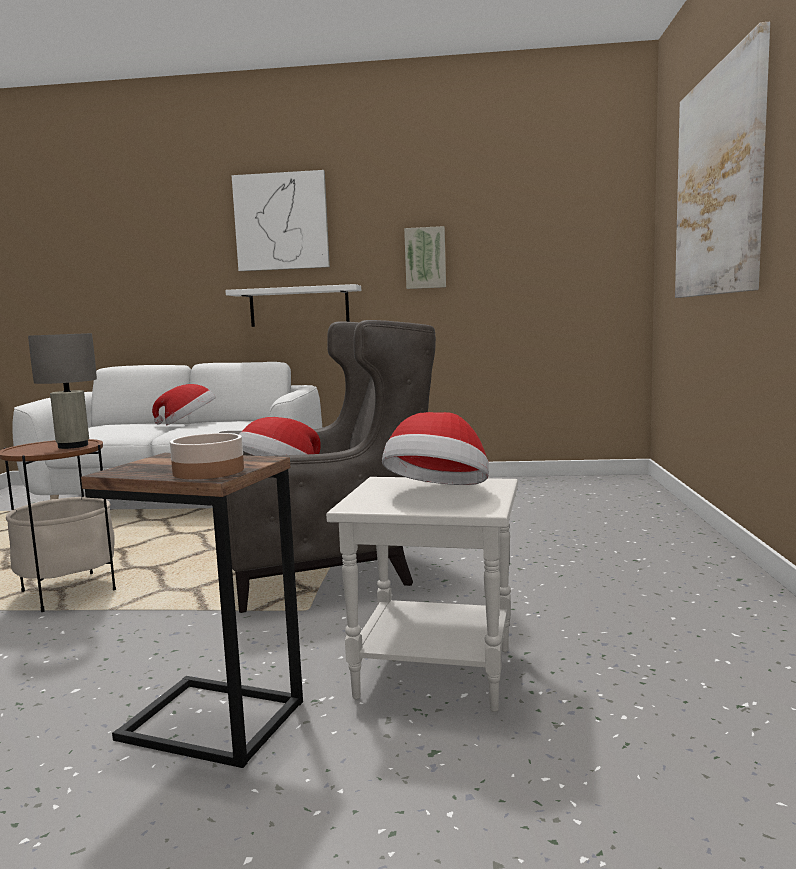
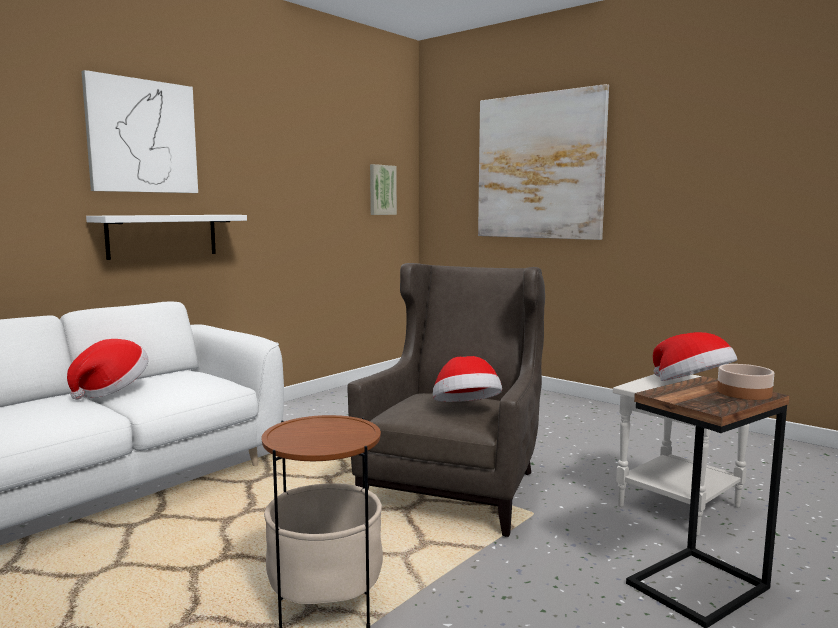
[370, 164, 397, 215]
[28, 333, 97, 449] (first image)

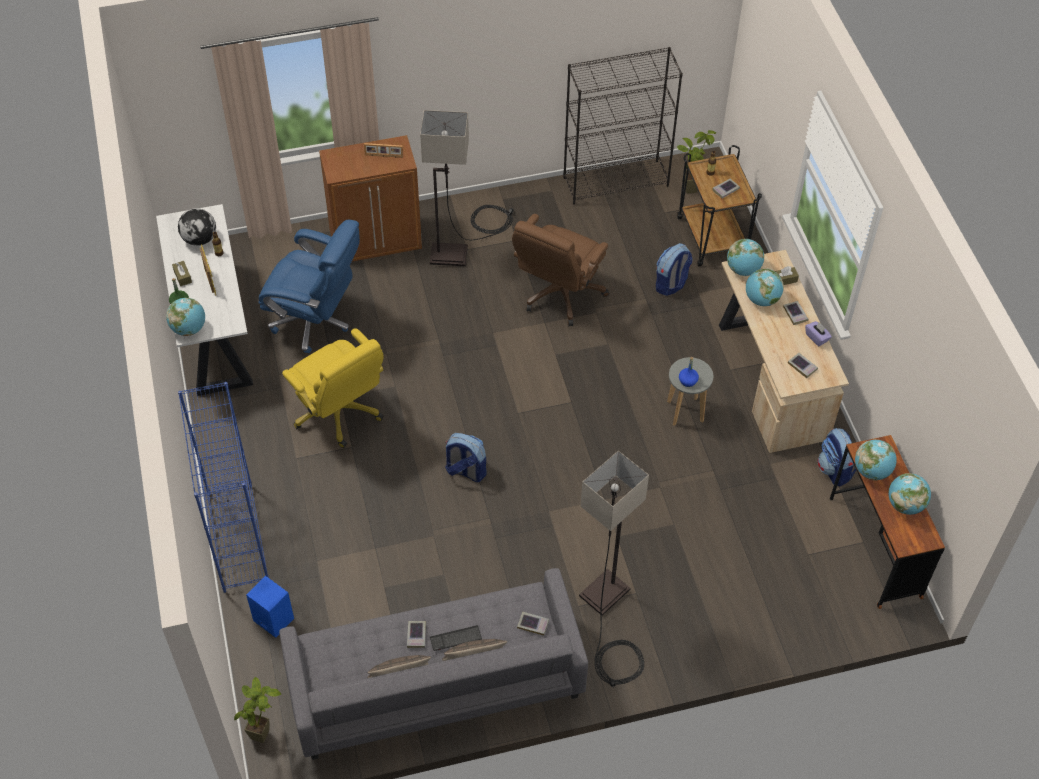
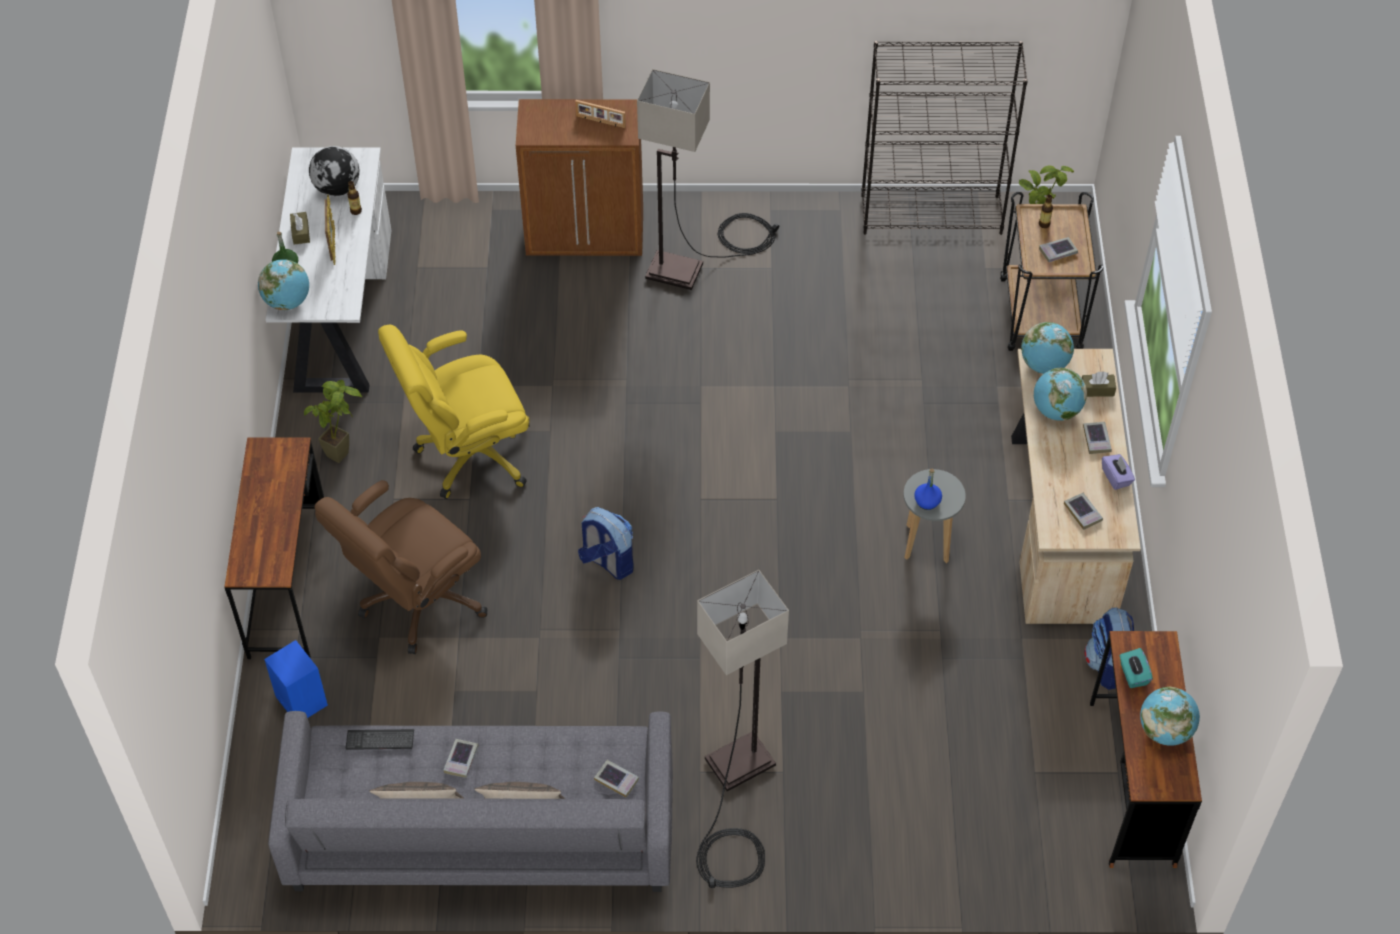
[315, 480, 487, 654]
[259, 220, 360, 353] (first image)
[656, 243, 693, 296] (first image)
[378, 325, 530, 499]
[224, 437, 324, 659]
[1119, 648, 1153, 688]
[346, 729, 414, 750]
[304, 379, 362, 463]

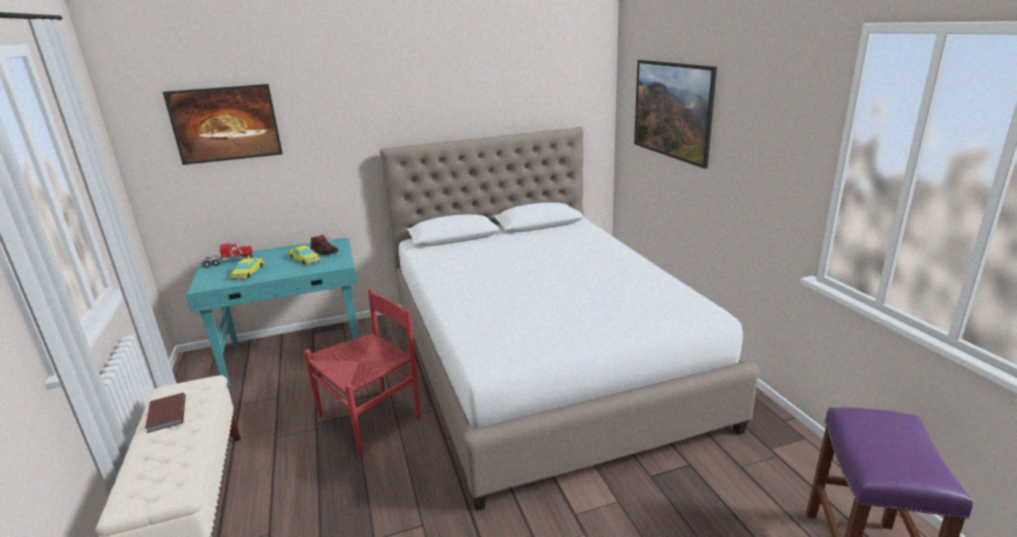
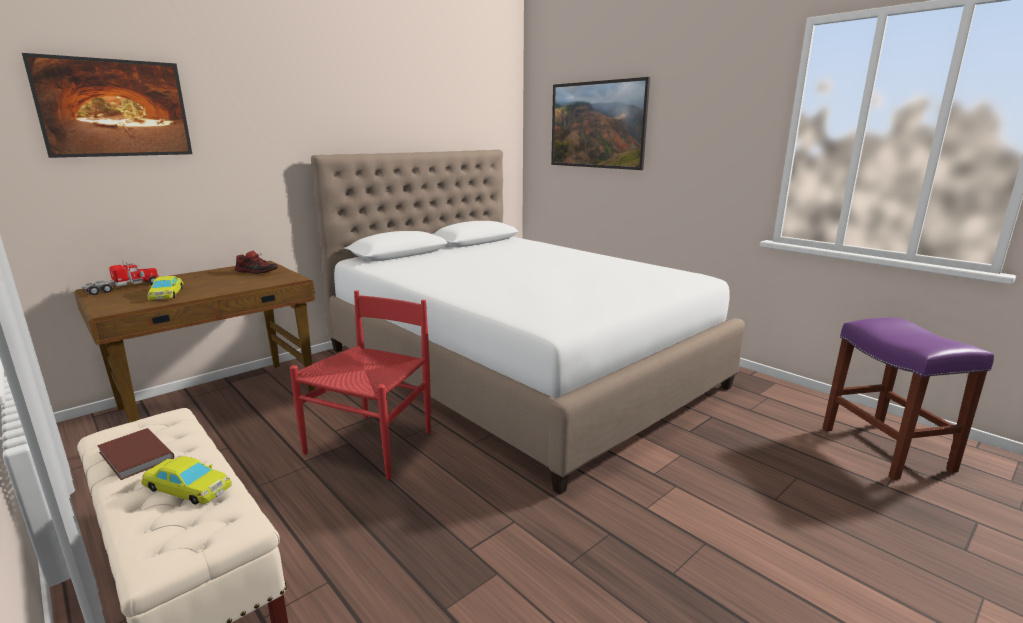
[74, 261, 315, 423]
[141, 456, 232, 505]

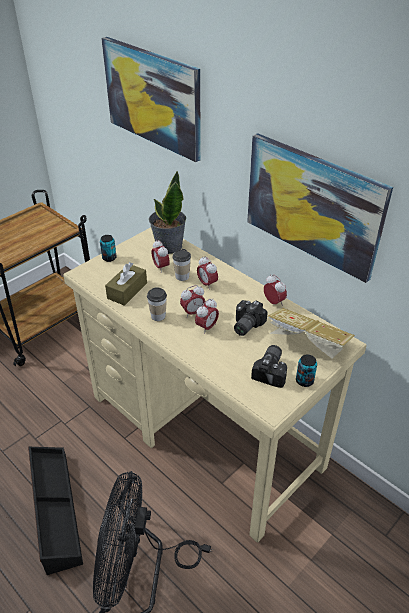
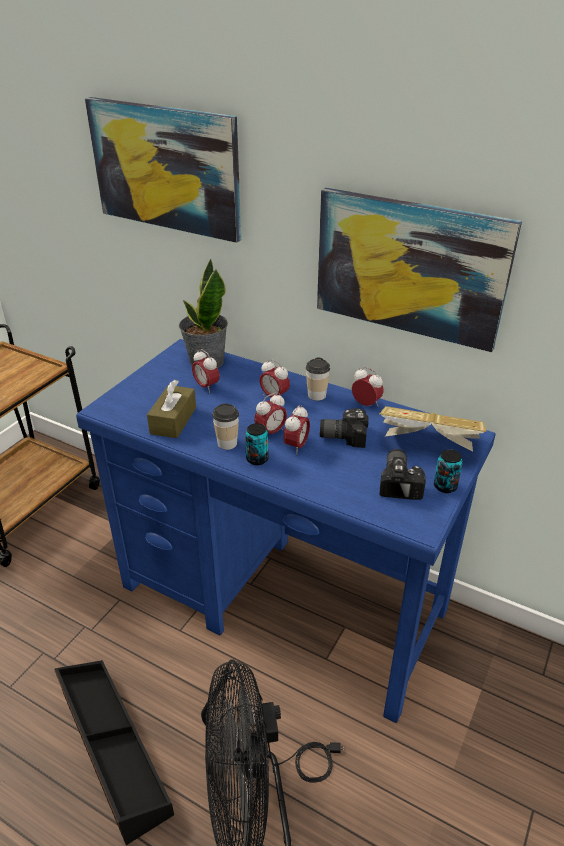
[76, 339, 496, 723]
[245, 423, 268, 465]
[306, 357, 330, 401]
[320, 408, 368, 448]

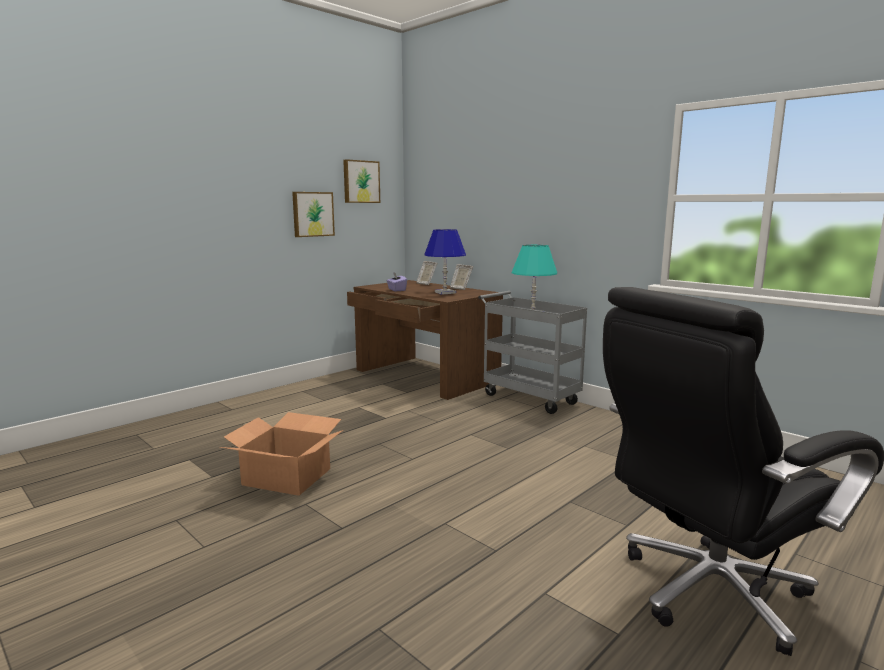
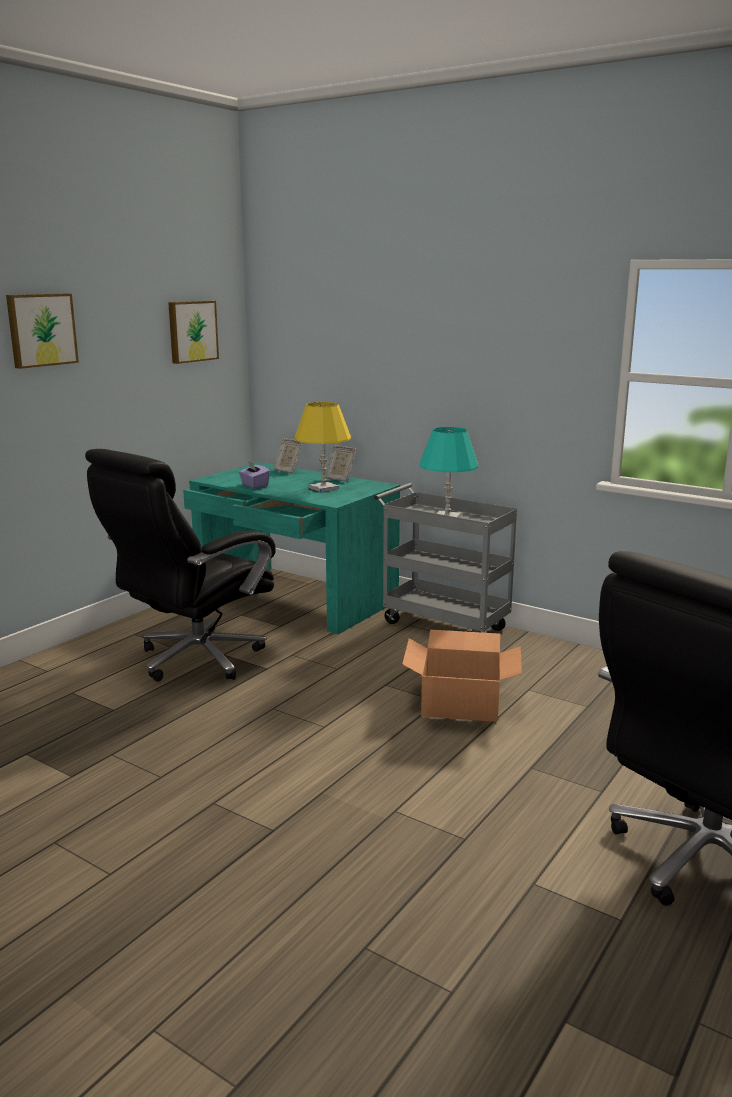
[6, 293, 79, 369]
[294, 402, 351, 492]
[183, 462, 400, 634]
[402, 629, 522, 722]
[85, 449, 276, 681]

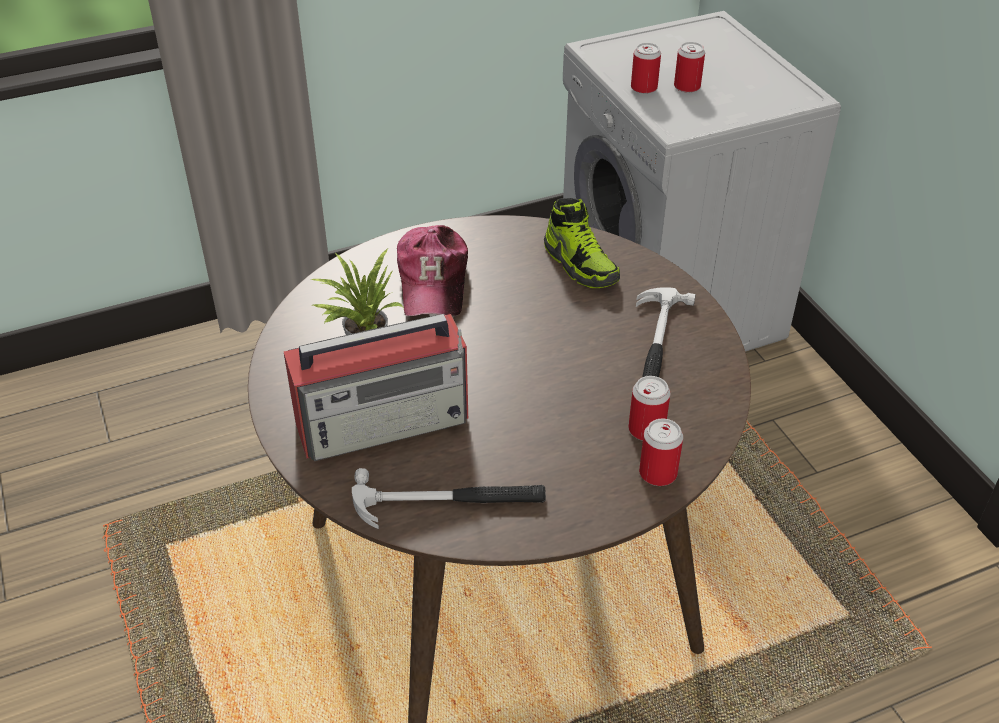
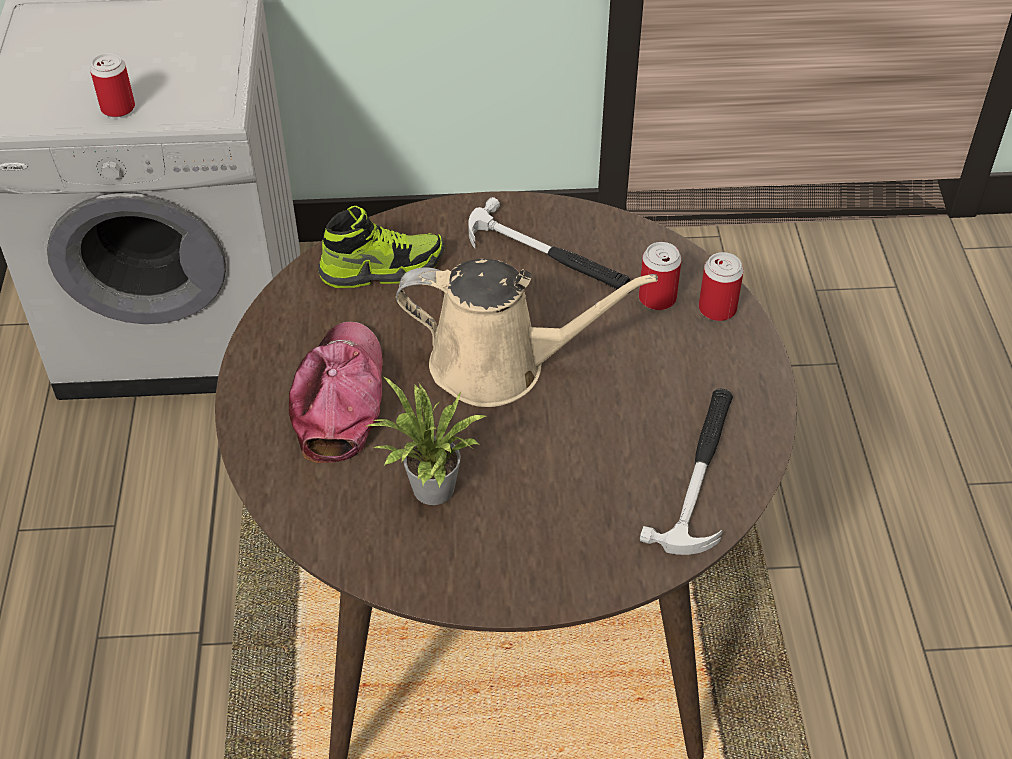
[674, 42, 705, 93] (first image)
[289, 322, 383, 463]
[284, 314, 468, 461] (first image)
[396, 259, 658, 407]

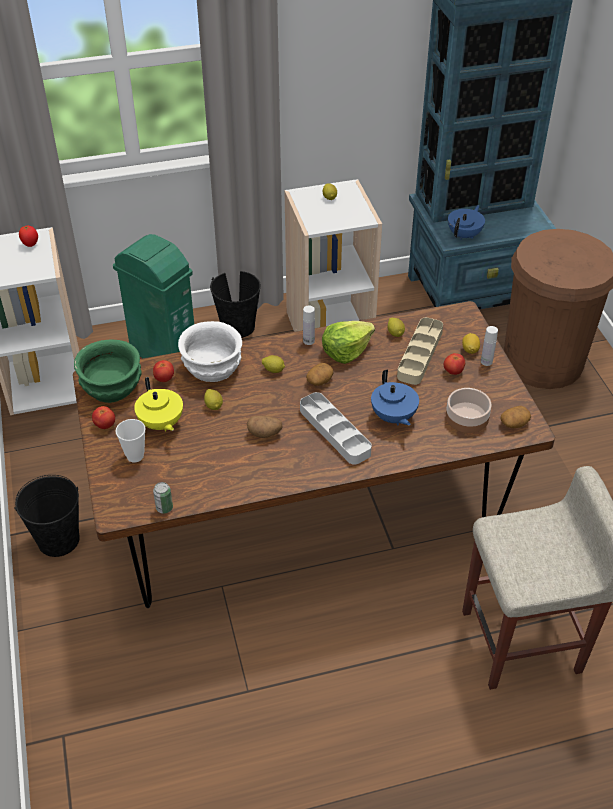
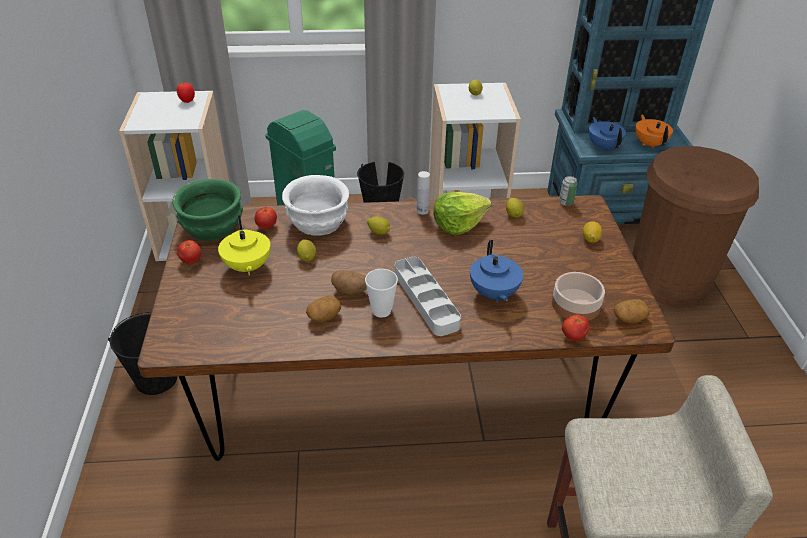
[589, 117, 626, 151]
[397, 317, 443, 385] (first image)
[481, 326, 498, 366] (first image)
[562, 314, 590, 341]
[306, 295, 341, 322]
[365, 269, 398, 318]
[559, 176, 577, 206]
[635, 115, 673, 149]

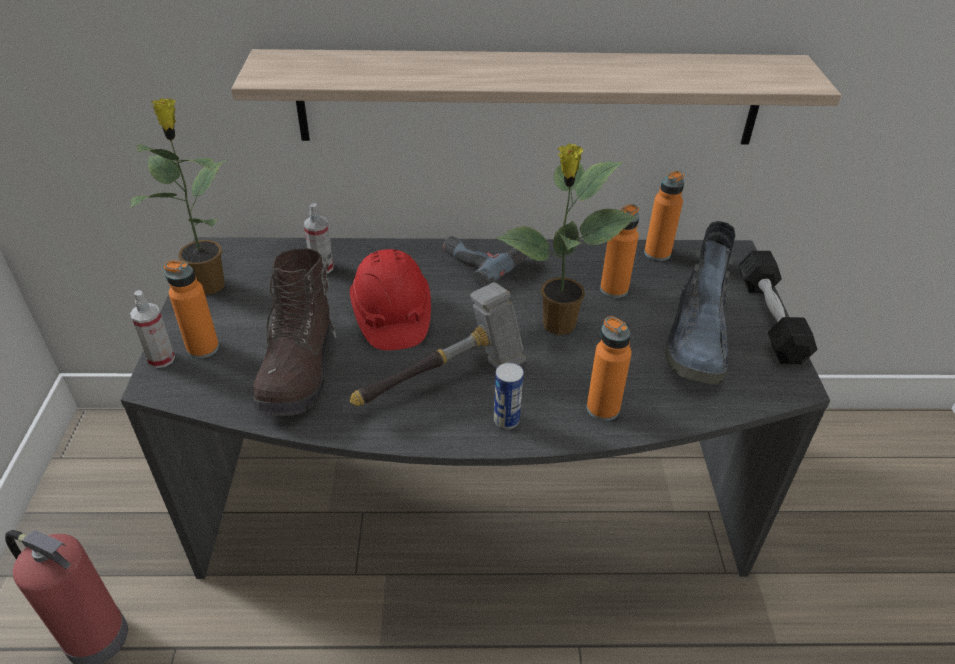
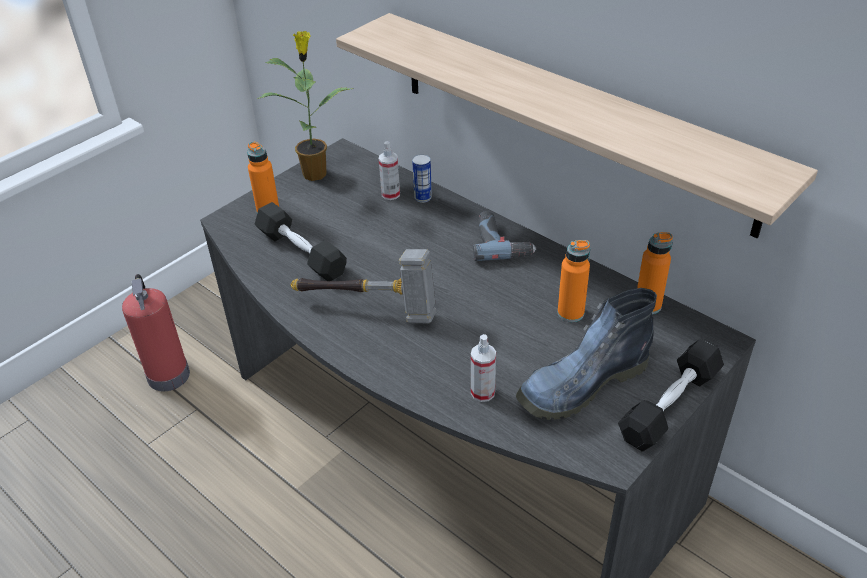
[496, 143, 636, 335] (first image)
[255, 202, 347, 281]
[350, 249, 431, 350] (first image)
[471, 334, 496, 402]
[587, 316, 632, 421] (first image)
[412, 154, 432, 203]

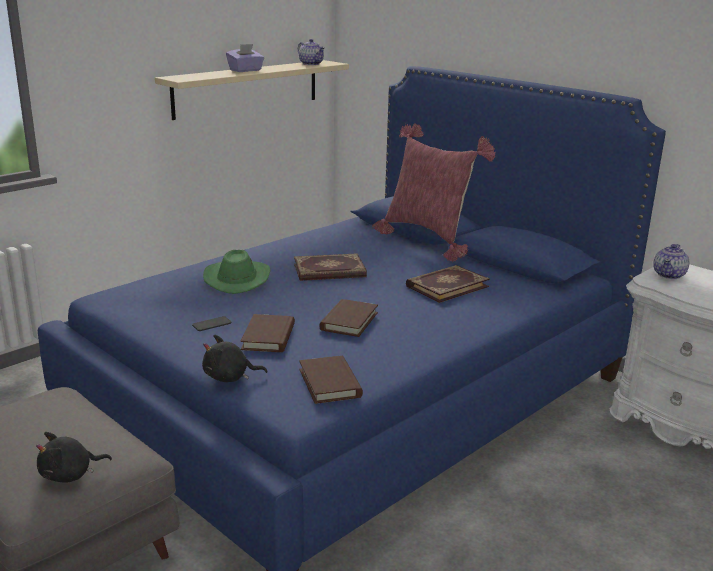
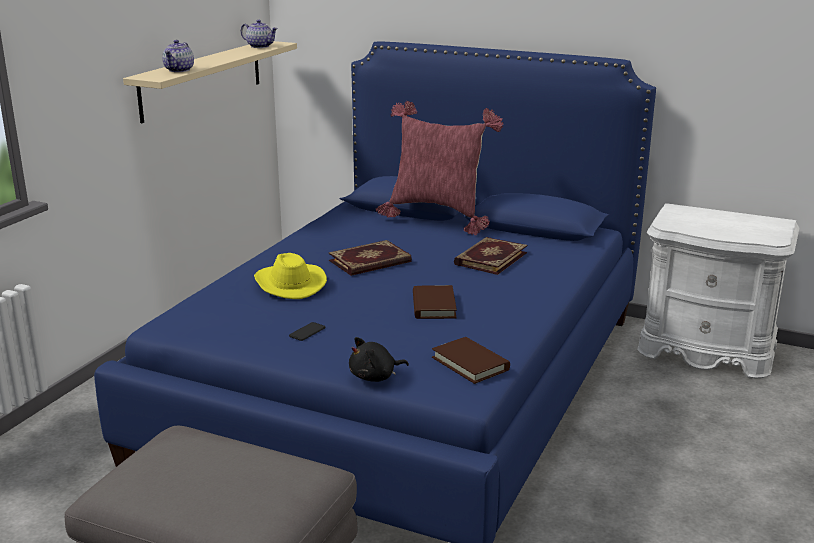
[226, 44, 264, 72] (first image)
[162, 40, 194, 72]
[254, 253, 327, 299]
[240, 314, 295, 352] (first image)
[36, 432, 112, 483] (first image)

